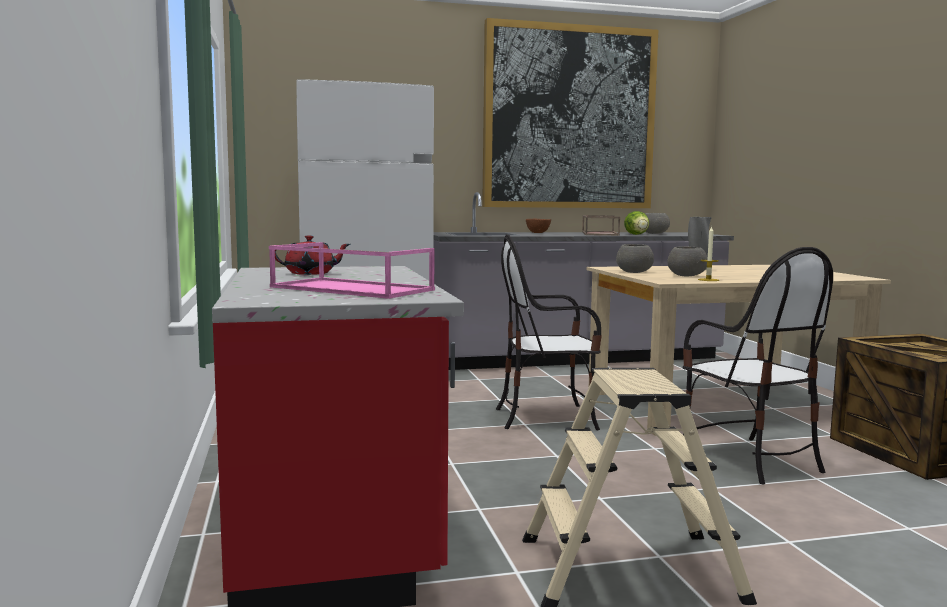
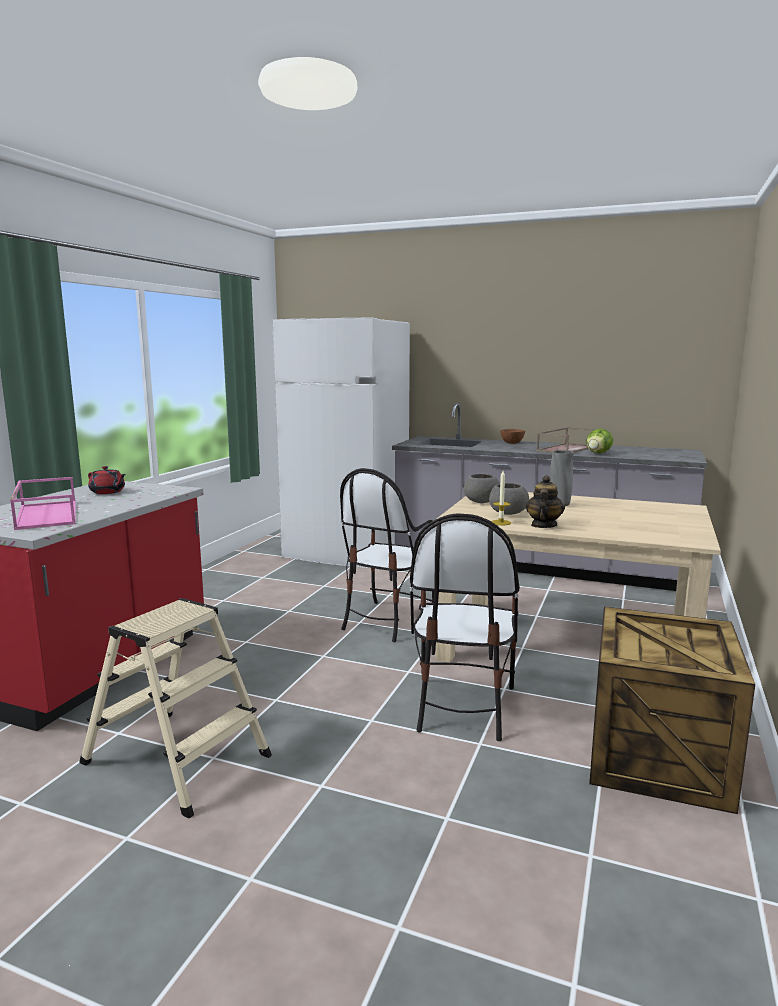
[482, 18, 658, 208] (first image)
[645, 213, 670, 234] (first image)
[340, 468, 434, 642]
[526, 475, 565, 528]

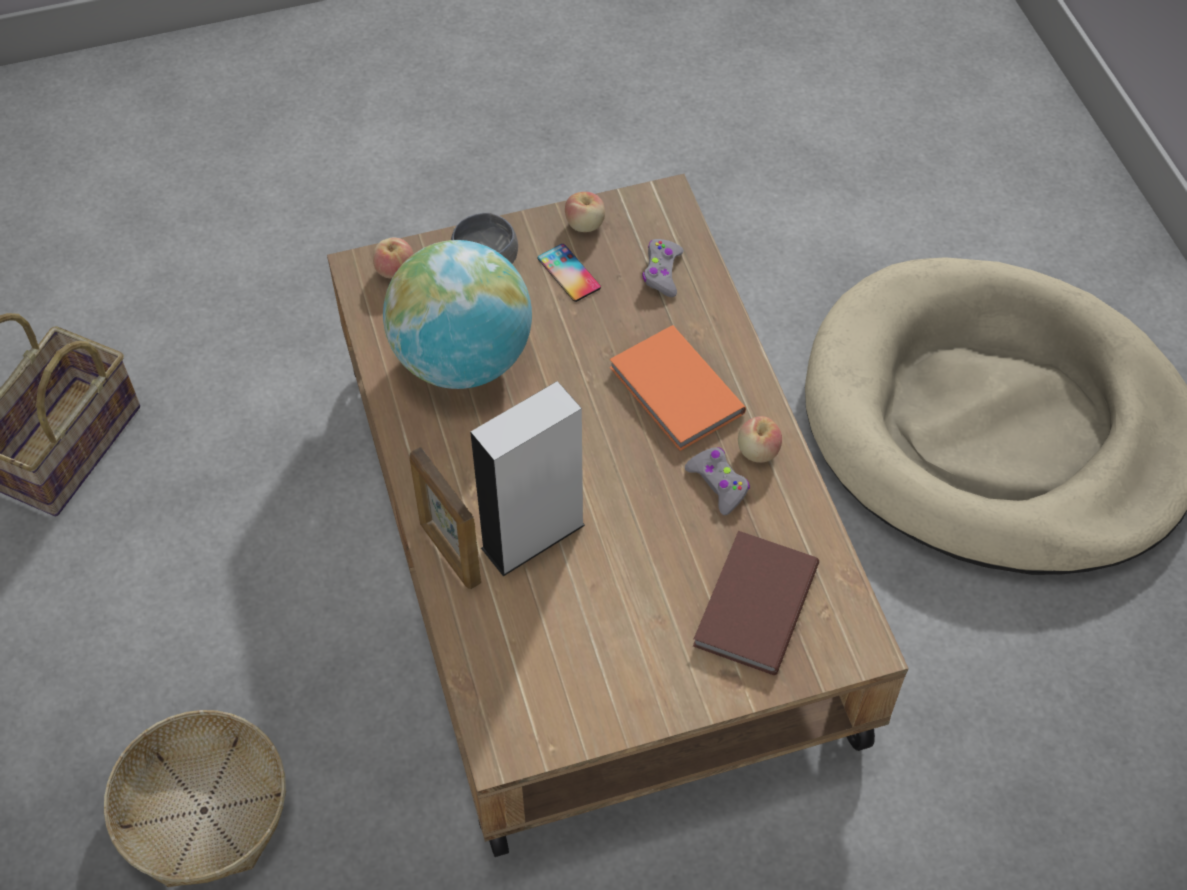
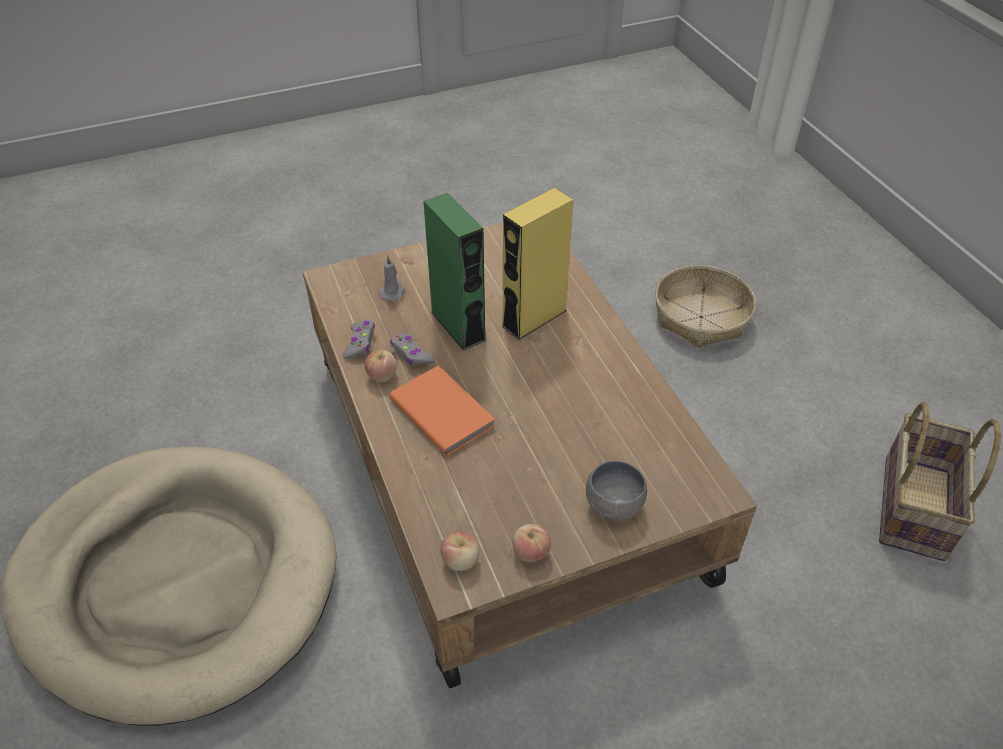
[440, 531, 480, 571]
[343, 320, 375, 359]
[383, 240, 532, 389] (first image)
[538, 244, 601, 302] (first image)
[501, 188, 573, 340]
[409, 447, 481, 589] (first image)
[379, 256, 405, 302]
[423, 193, 487, 351]

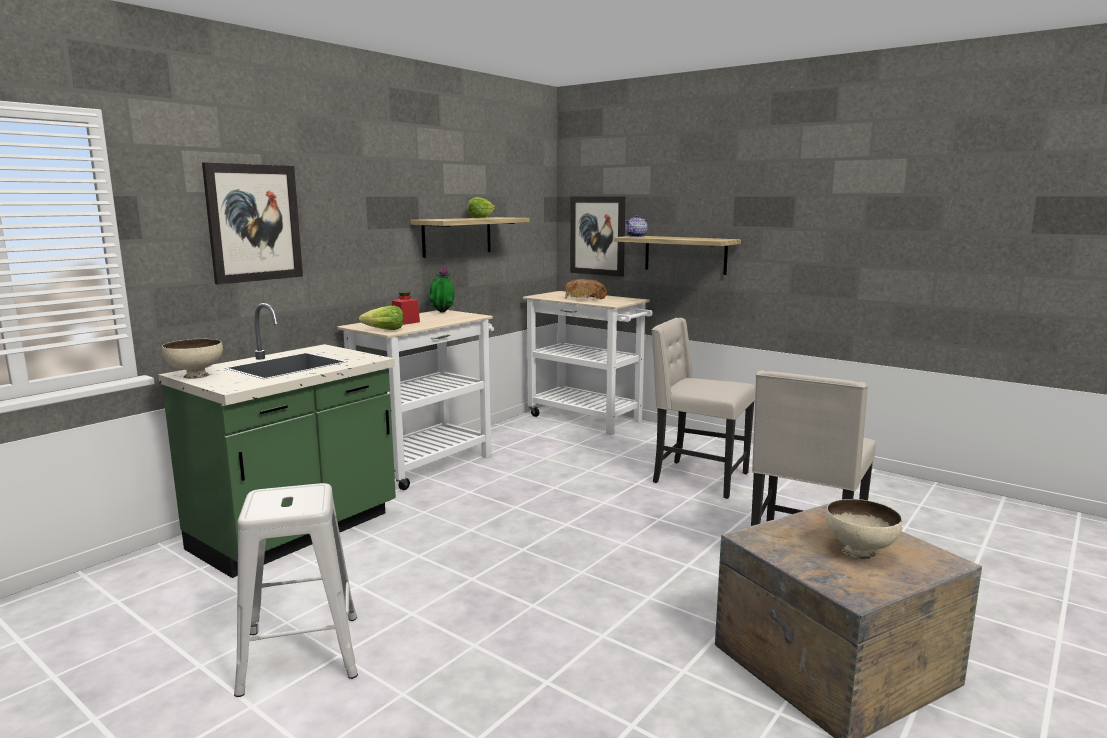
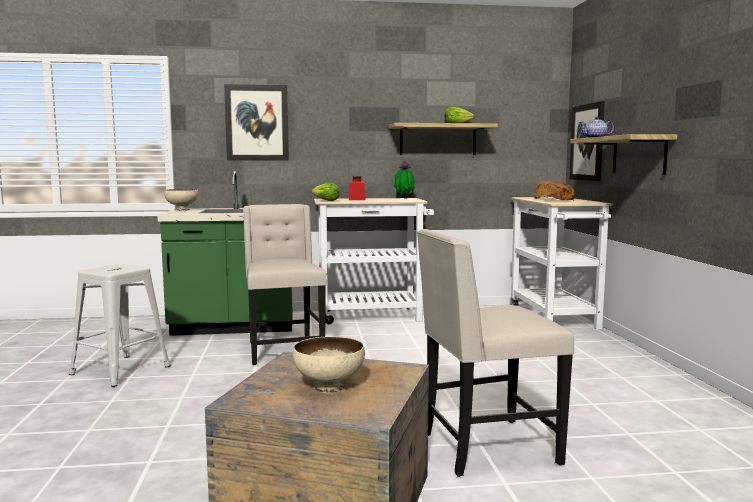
[243, 204, 326, 365]

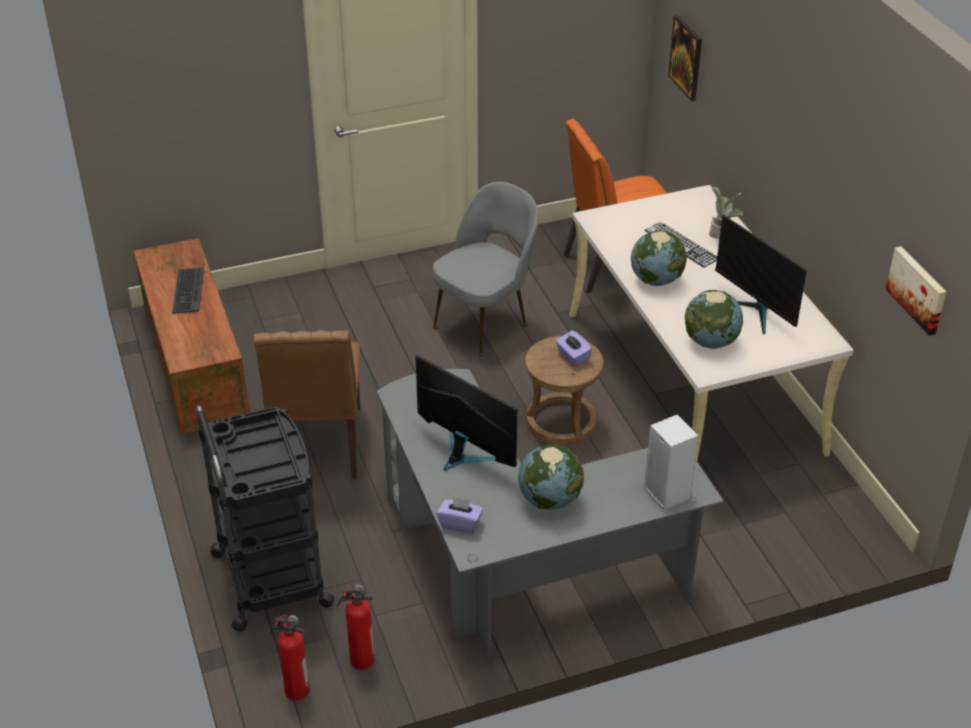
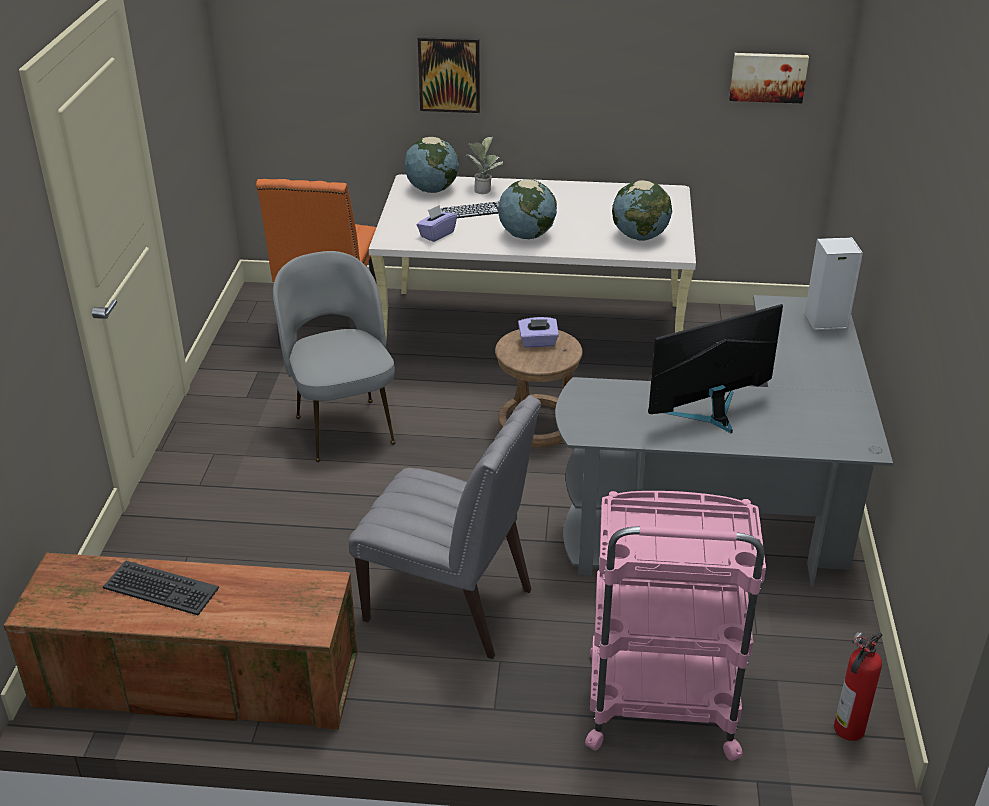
[418, 37, 480, 113]
[715, 215, 807, 334] (first image)
[349, 395, 541, 659]
[585, 491, 766, 761]
[404, 137, 459, 193]
[416, 205, 457, 242]
[338, 584, 374, 669] (first image)

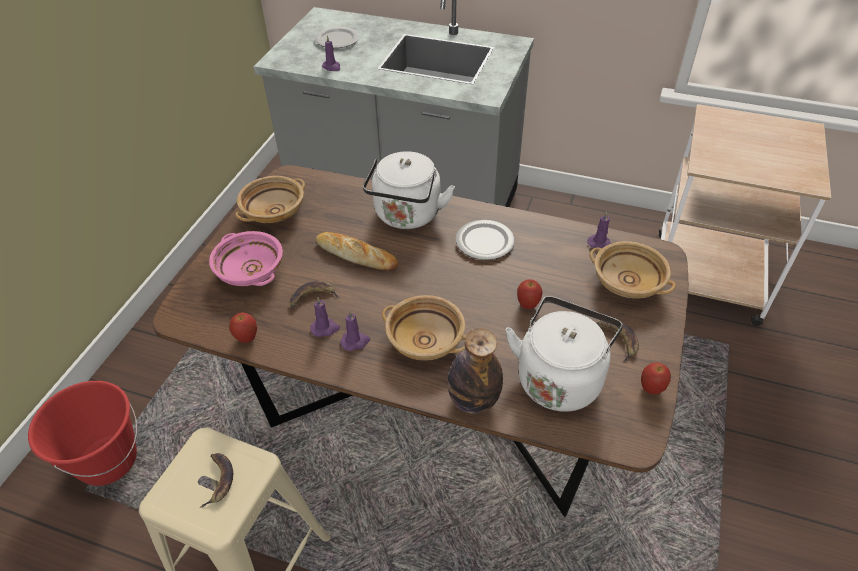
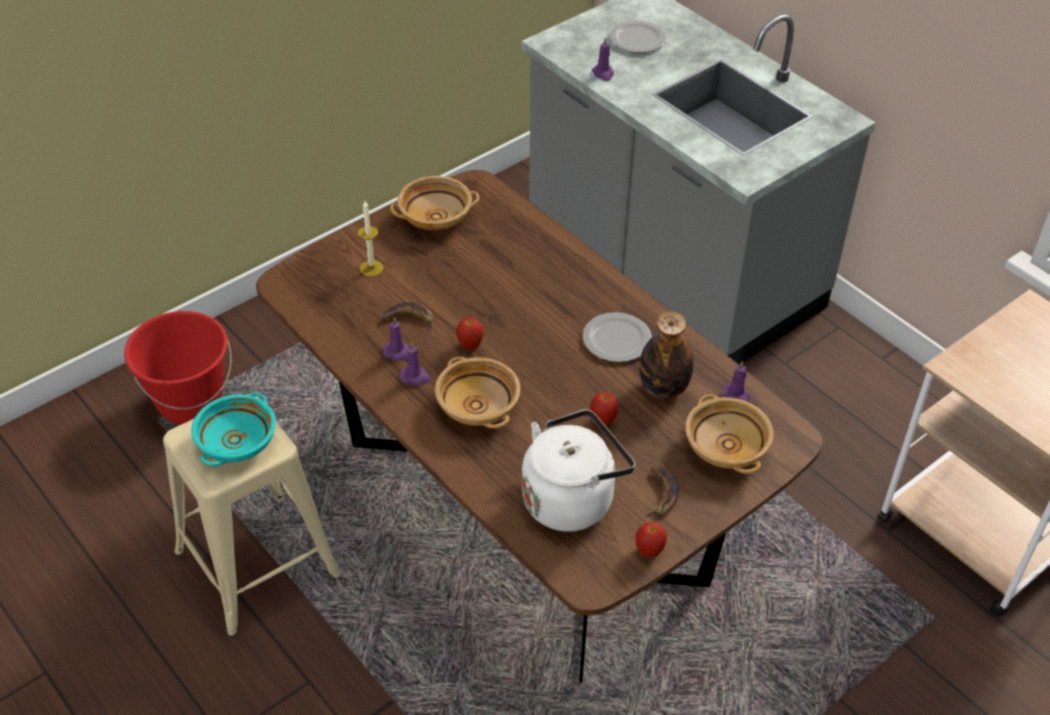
[363, 151, 455, 229] (first image)
[358, 201, 383, 277]
[316, 232, 398, 271] (first image)
[456, 317, 484, 350]
[639, 311, 693, 399]
[191, 393, 276, 466]

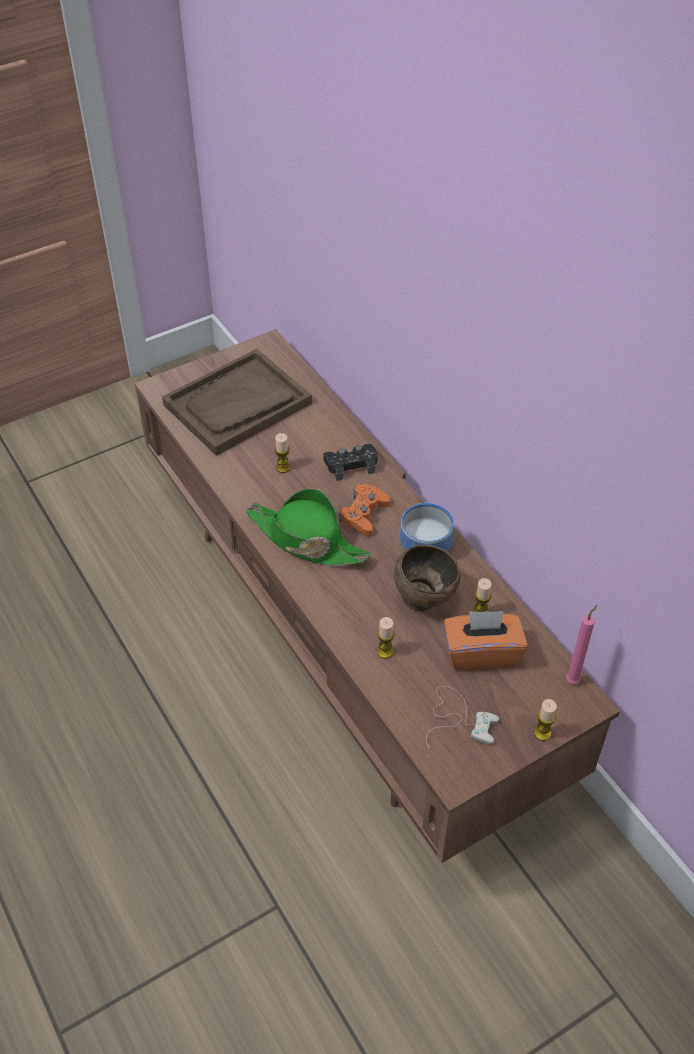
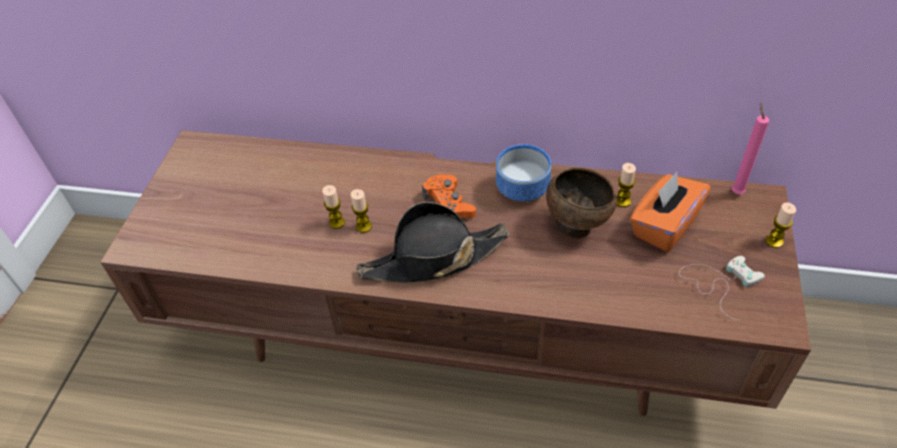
[162, 349, 312, 456] (first image)
[323, 444, 377, 481] (first image)
[357, 202, 509, 283]
[351, 189, 372, 233]

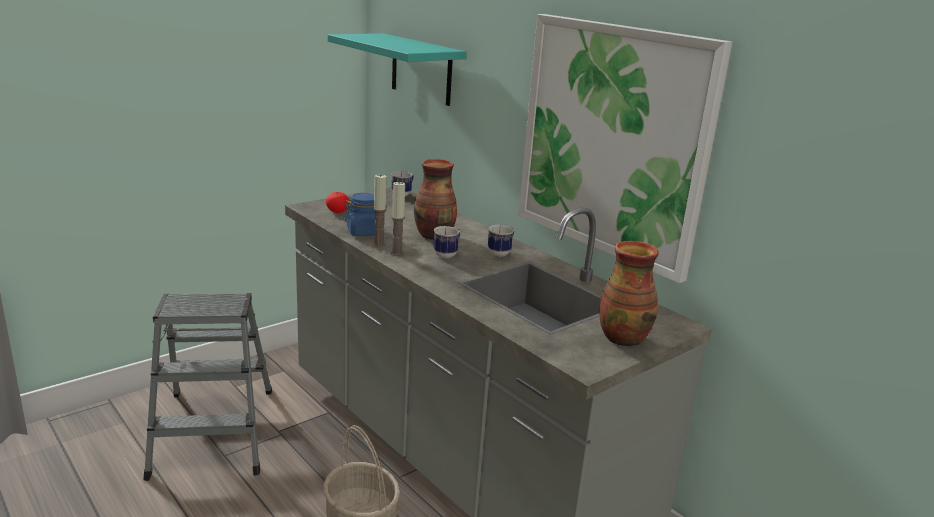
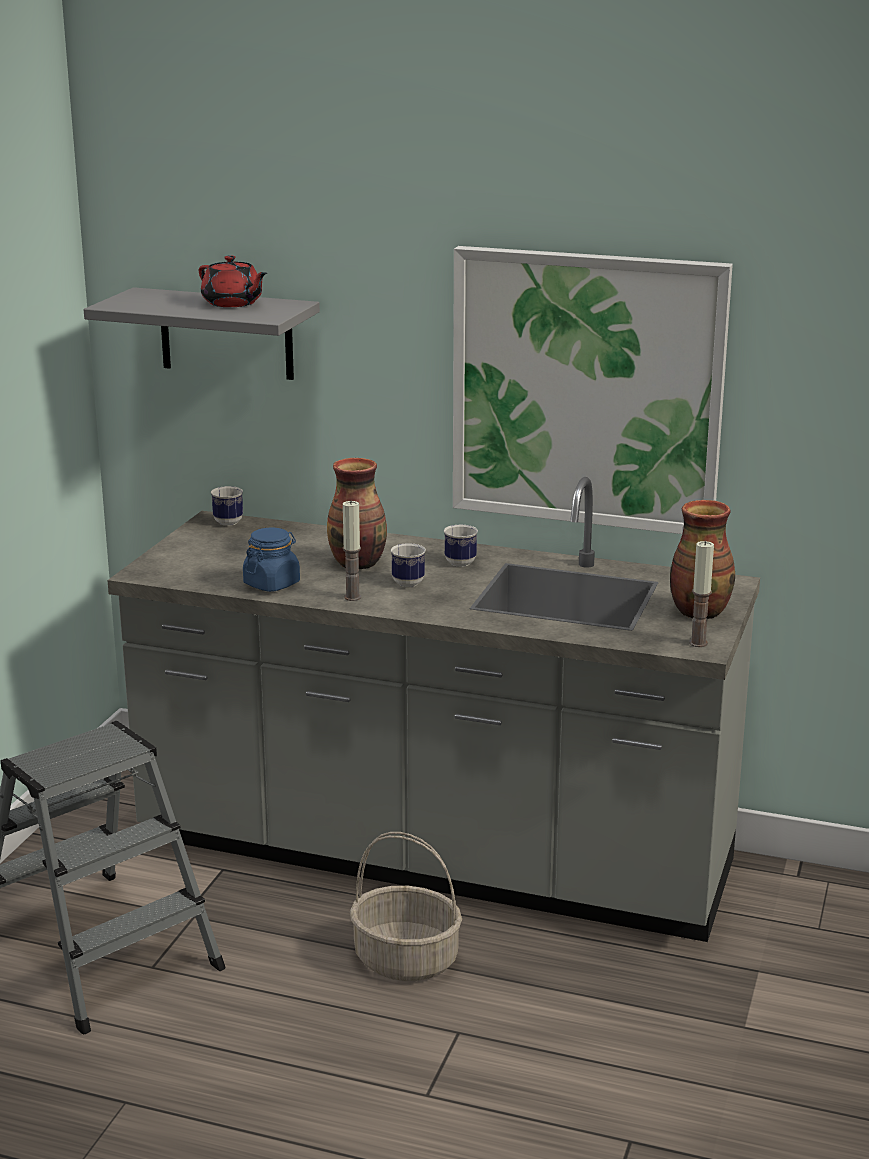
[84, 287, 320, 380]
[689, 541, 714, 647]
[326, 192, 349, 213] (first image)
[199, 255, 267, 307]

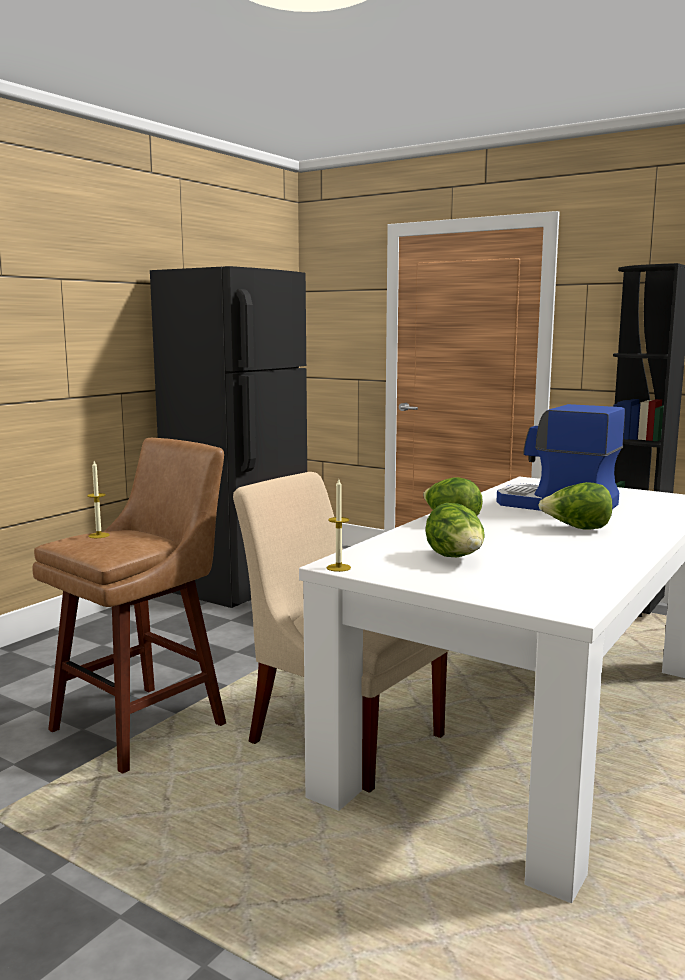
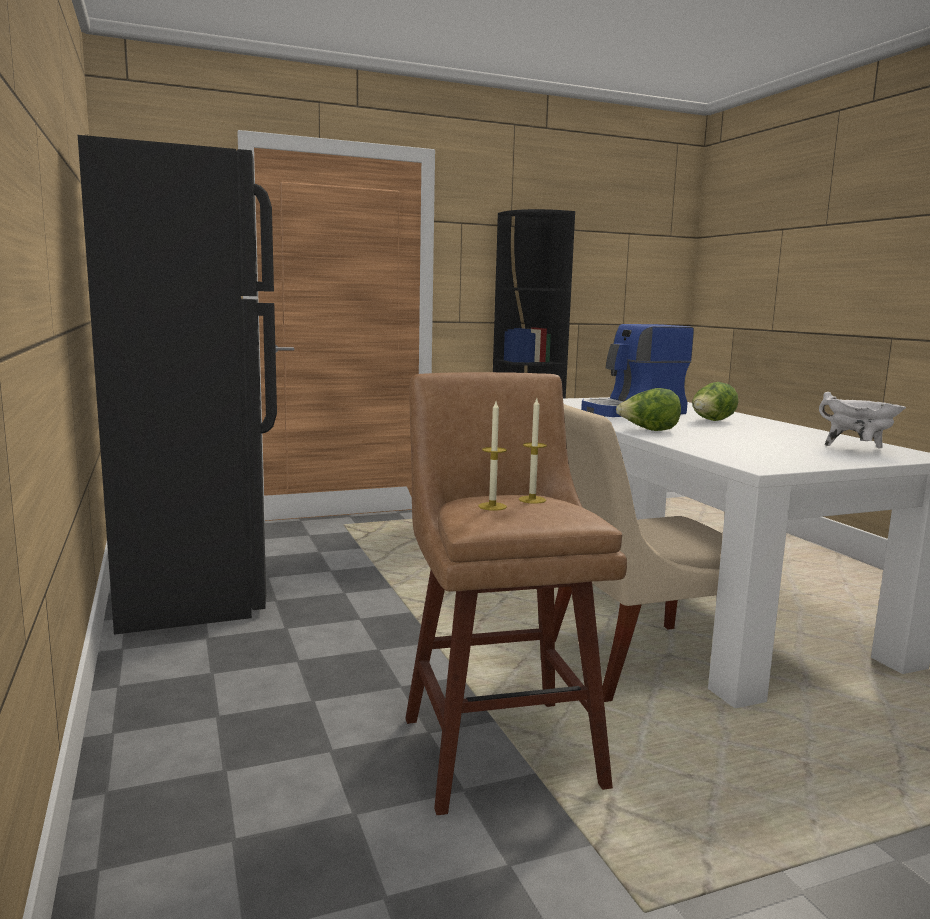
[519, 399, 547, 504]
[425, 503, 485, 557] (first image)
[819, 392, 906, 448]

